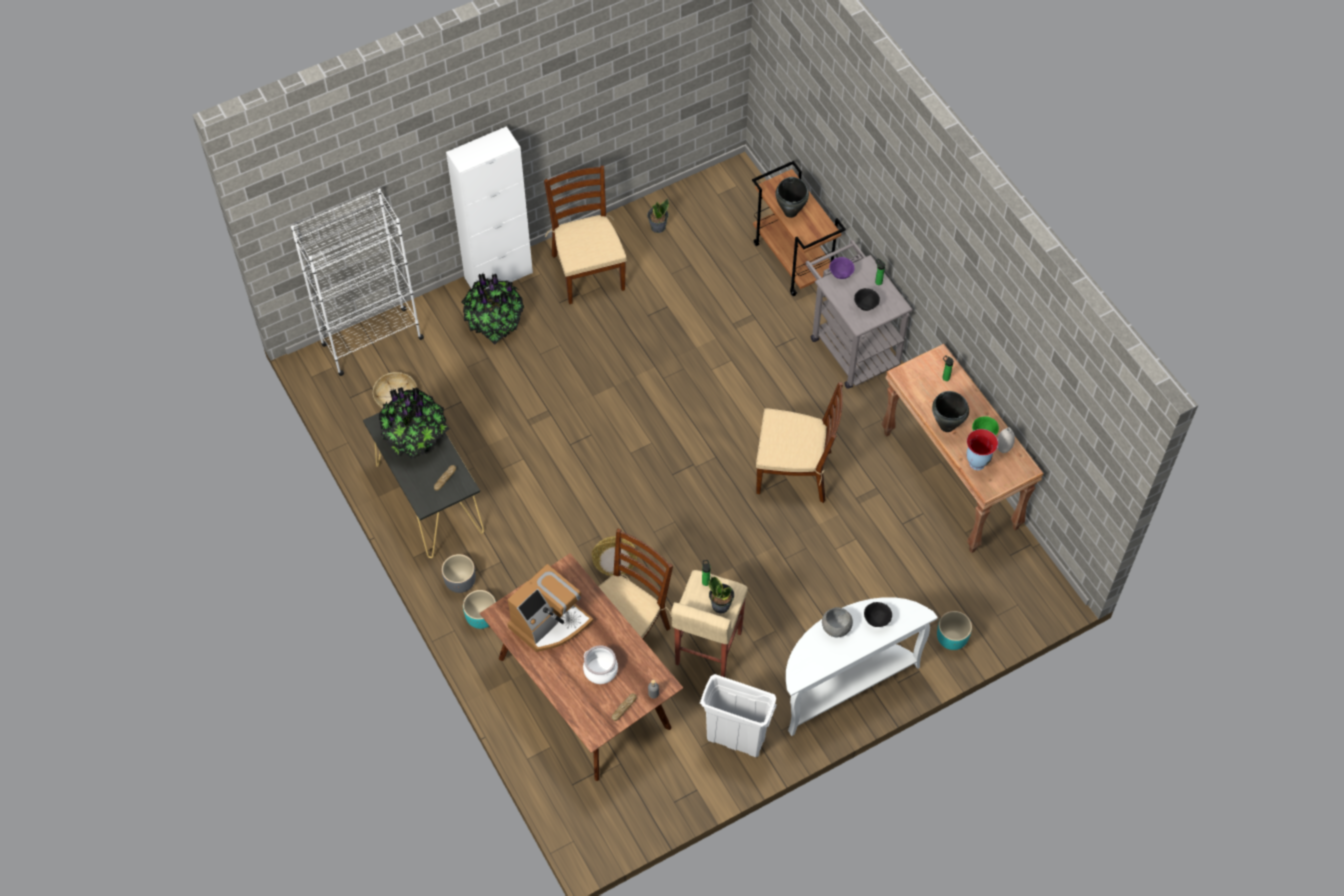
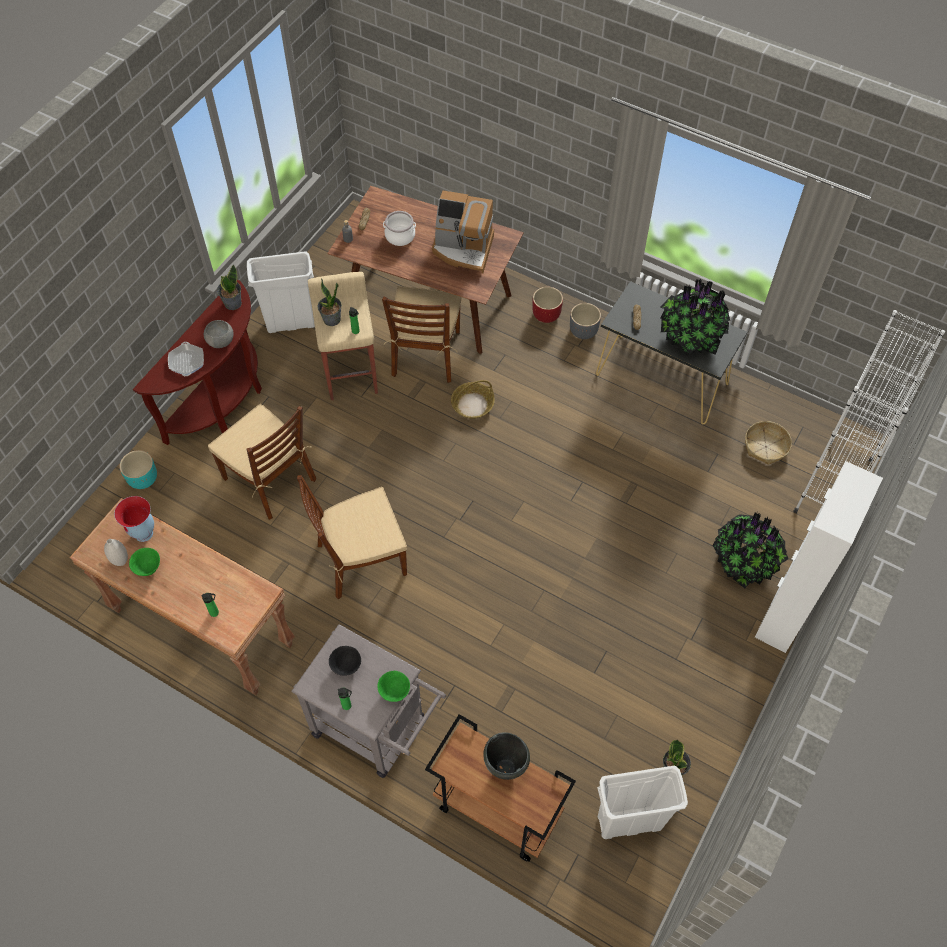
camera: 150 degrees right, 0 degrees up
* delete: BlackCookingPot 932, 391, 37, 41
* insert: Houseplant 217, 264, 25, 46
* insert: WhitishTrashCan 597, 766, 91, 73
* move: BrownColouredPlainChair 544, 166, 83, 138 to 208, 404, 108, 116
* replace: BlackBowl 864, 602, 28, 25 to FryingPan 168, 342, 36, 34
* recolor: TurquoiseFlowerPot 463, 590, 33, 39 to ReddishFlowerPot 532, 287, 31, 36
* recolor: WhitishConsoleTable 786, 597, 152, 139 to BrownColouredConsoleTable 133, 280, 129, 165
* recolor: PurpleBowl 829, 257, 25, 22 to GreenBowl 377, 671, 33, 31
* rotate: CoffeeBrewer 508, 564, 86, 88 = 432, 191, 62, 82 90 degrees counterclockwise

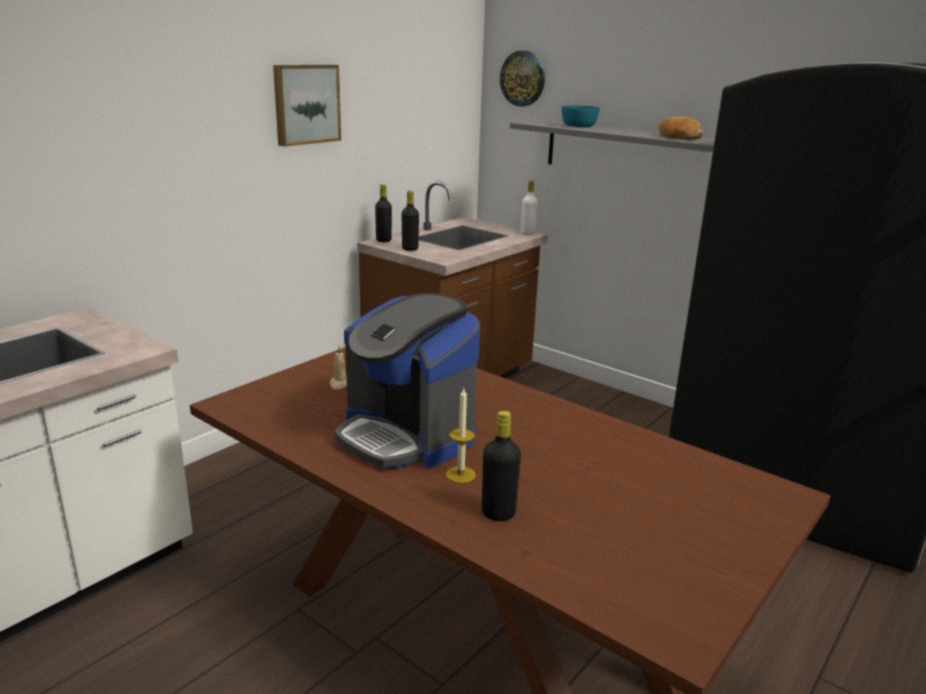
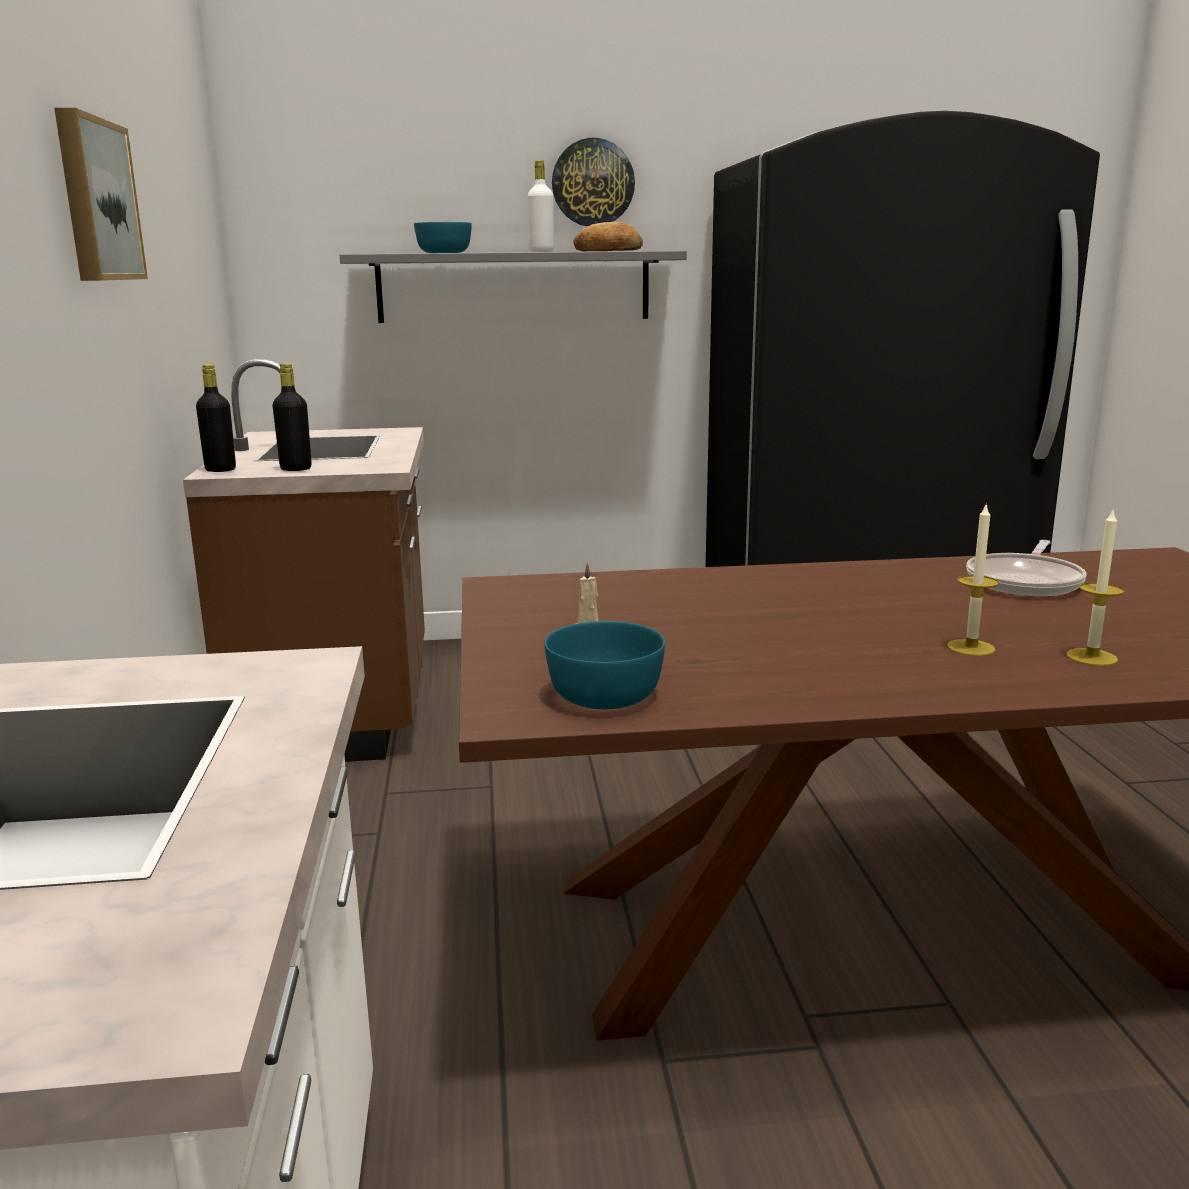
camera: 45 degrees left, 5 degrees down
* delete: CoffeeBrewer 335, 293, 145, 176
* insert: TurquoiseBowl 544, 621, 121, 88
* insert: FryingPan 966, 540, 121, 56
* move: HangingClock 500, 51, 45, 56 to 552, 138, 83, 88
* move: WhitishDrinkBottle 521, 180, 17, 55 to 527, 160, 27, 92
* replace: BlackDrinkBottle 482, 411, 39, 110 to WaxLight 1066, 508, 58, 158

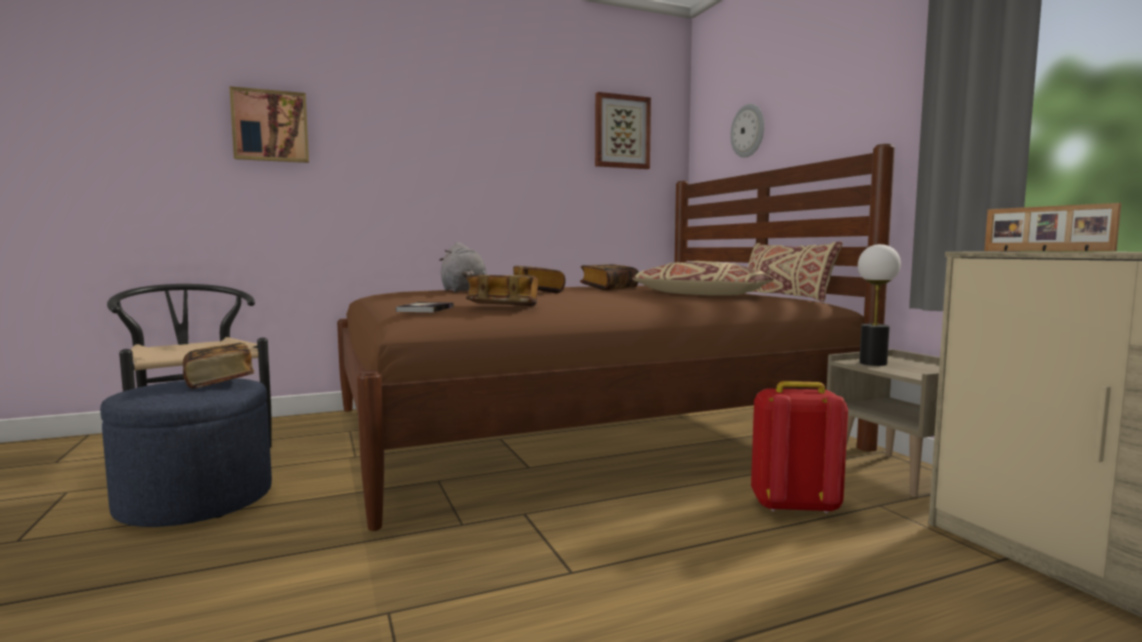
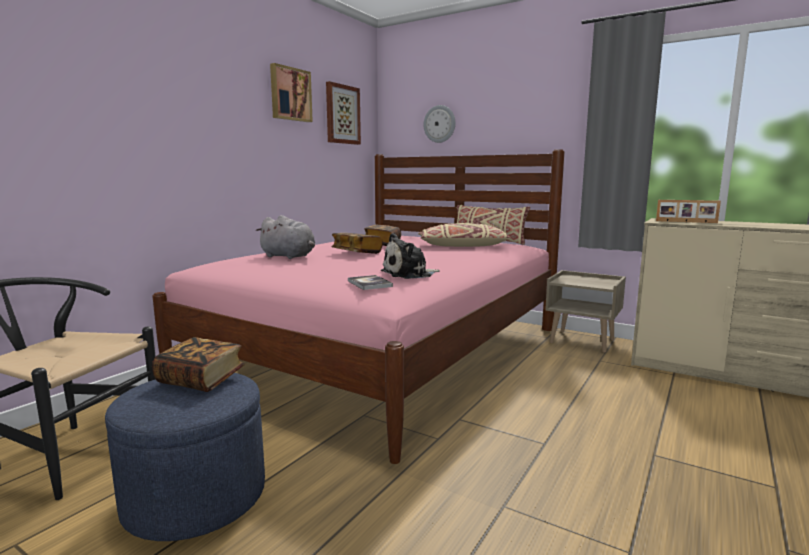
camera: 35 degrees left, 5 degrees up
* delete: ReddishRucksack 751, 381, 97, 133
* delete: TabletopLamp 858, 244, 43, 122
* move: WallArt 229, 86, 80, 77 to 270, 63, 43, 59
* replace: Book 466, 275, 72, 31 to PlushToy 381, 233, 59, 46
* recolor: BrownColouredBed 337, 144, 558, 387 to PinkColouredBed 152, 149, 413, 315

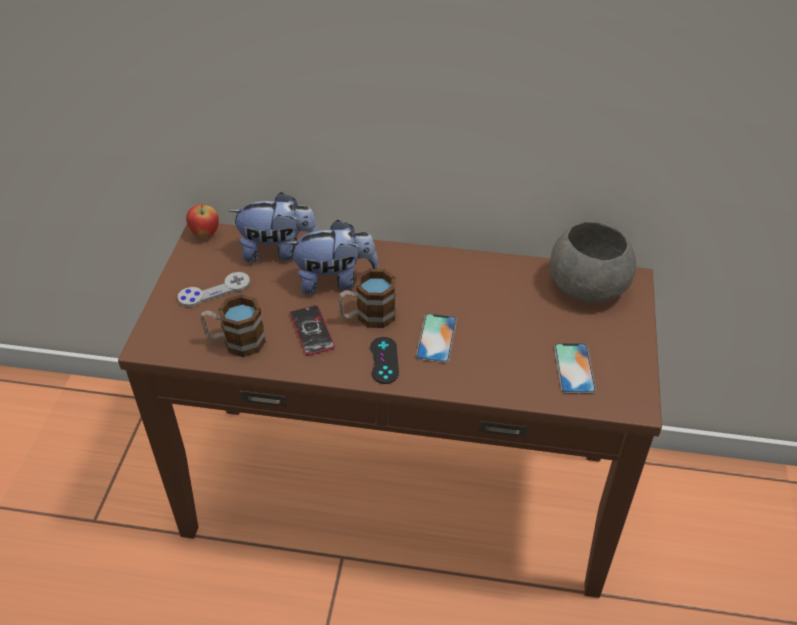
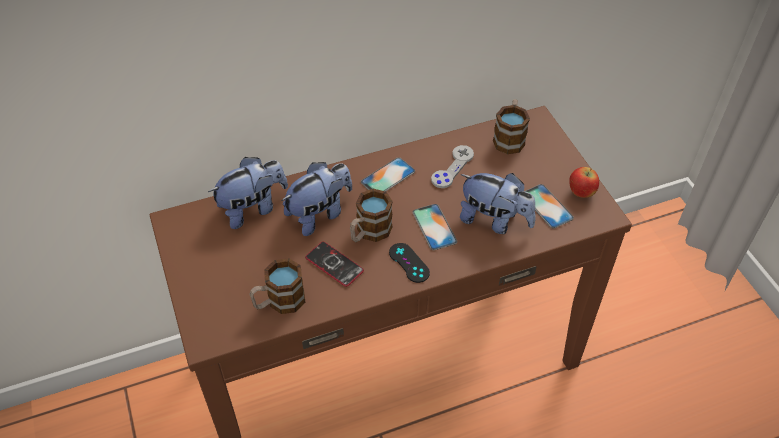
camera: 30 degrees left, 5 degrees up
* insert: Phone 361, 157, 54, 34
* insert: PlushToy 460, 173, 76, 61
* move: GreyishGamepad 177, 272, 73, 35 to 431, 145, 43, 43
* move: AppleFruit 186, 204, 33, 34 to 569, 167, 30, 31
* replace: GreyishBowl 550, 221, 86, 82 to Mug 493, 99, 37, 55

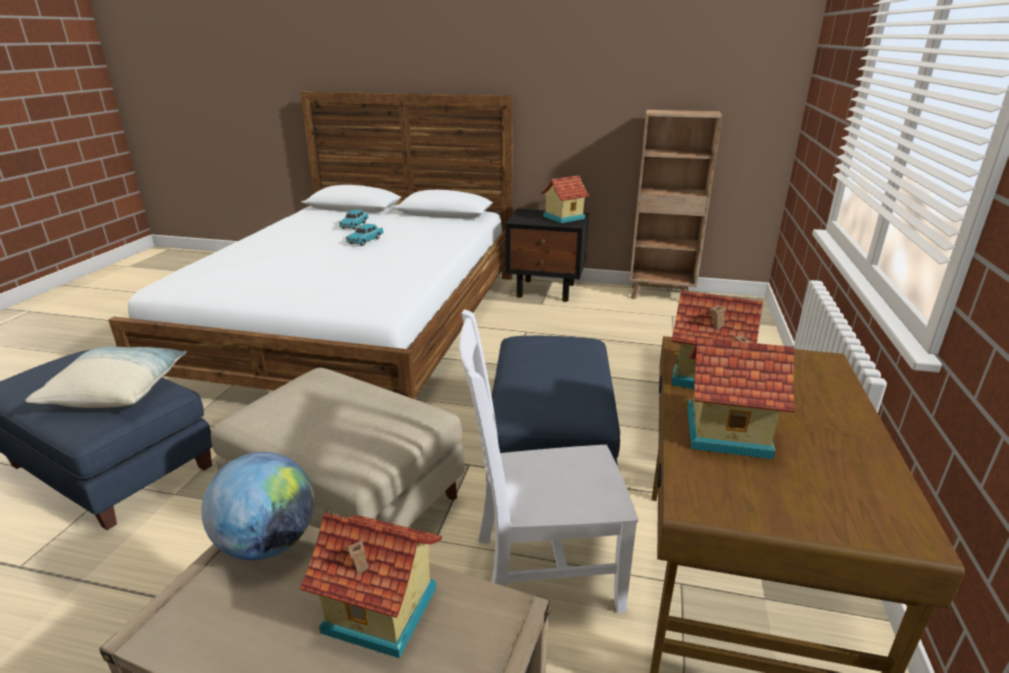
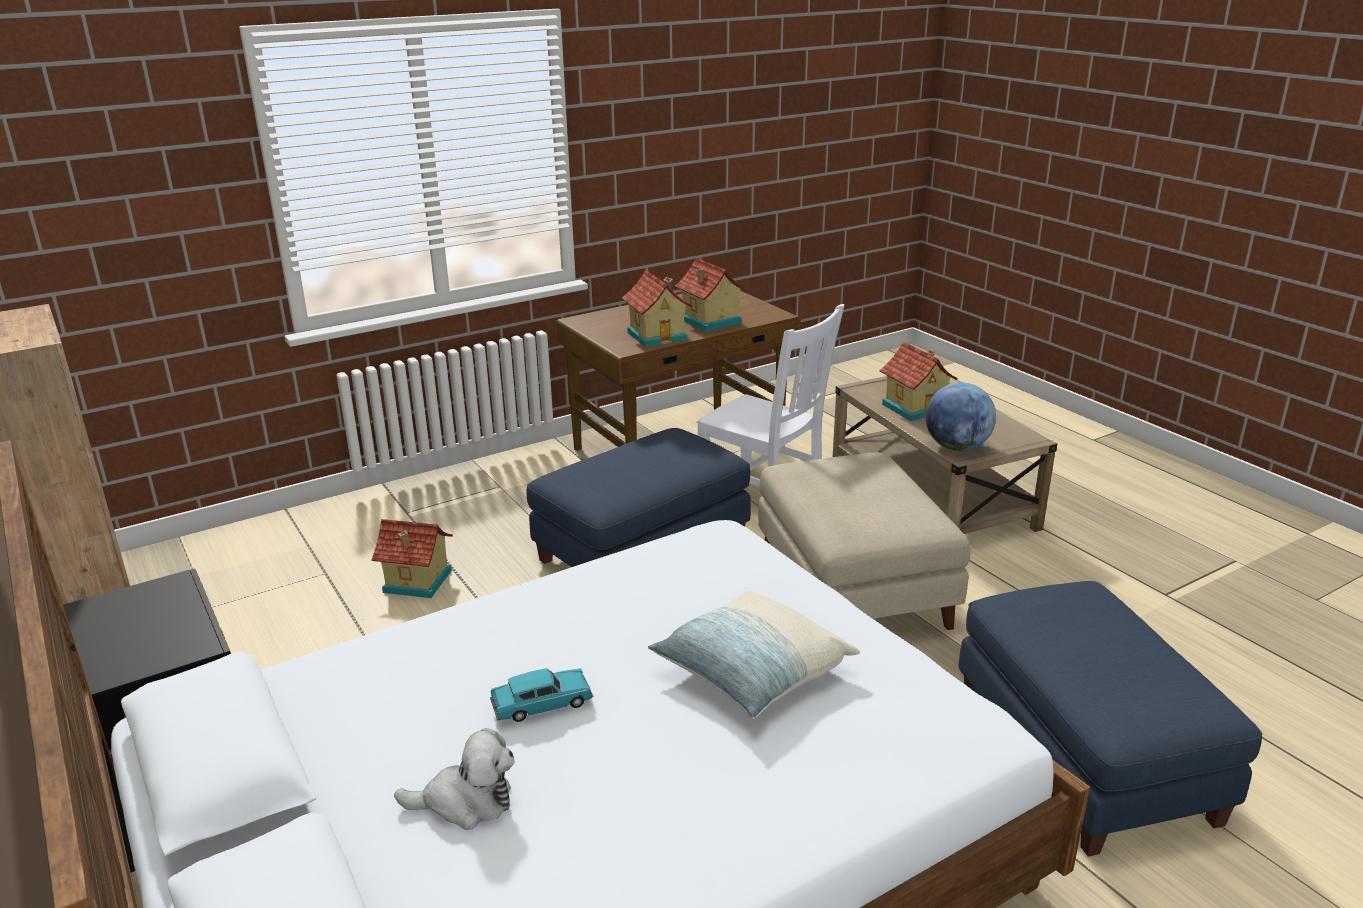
camera: 135 degrees left, 0 degrees up
* move: Cushion 25, 346, 162, 62 to 648, 591, 212, 128
* move: ModelHouse 541, 175, 49, 48 to 372, 519, 81, 79
* replace: TurquoiseToyCar 339, 210, 30, 20 to PlushToy 394, 728, 120, 102

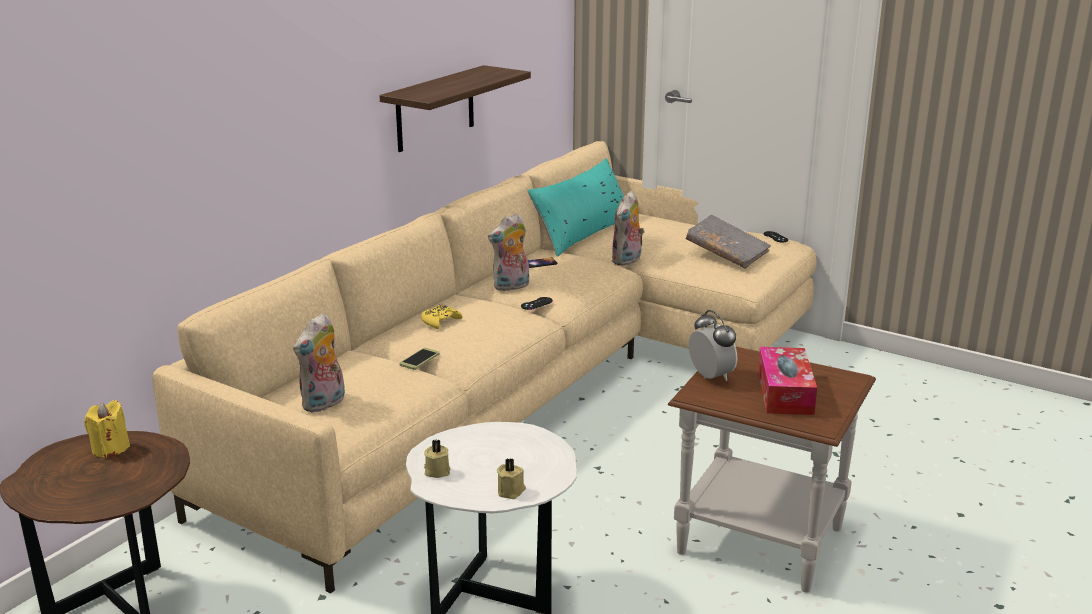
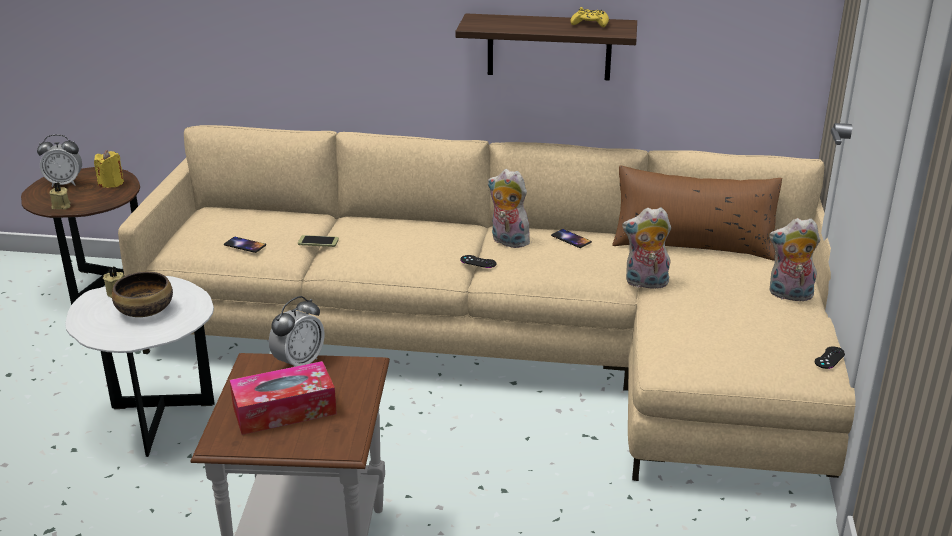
camera: 65 degrees right, 5 degrees up
* delete: GreyishBook 686, 215, 85, 54
* insert: TableClock 37, 134, 45, 53
* insert: Bowl 112, 271, 61, 46
* insert: Phone 224, 237, 42, 16
* move: PlushToy 293, 313, 52, 100 to 769, 218, 51, 83
* move: YellowishGamepad 421, 305, 42, 24 to 570, 7, 39, 20
* move: BeigeColouredWaxLight 497, 458, 29, 41 to 50, 182, 20, 28
* recolor: TurquoiseCushion 528, 158, 96, 98 to BrownColouredCushion 612, 166, 170, 95

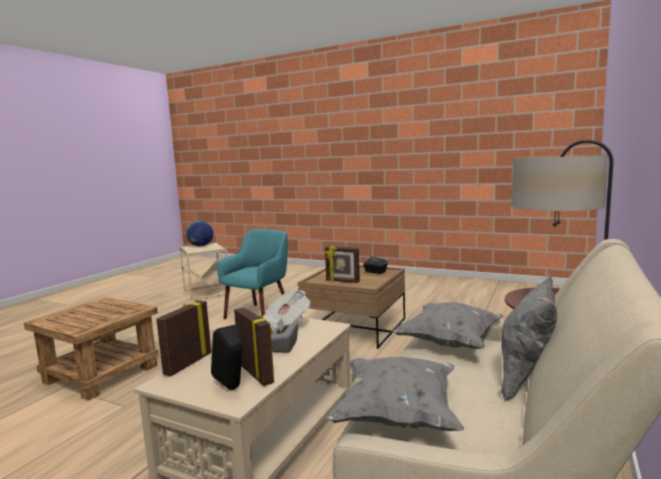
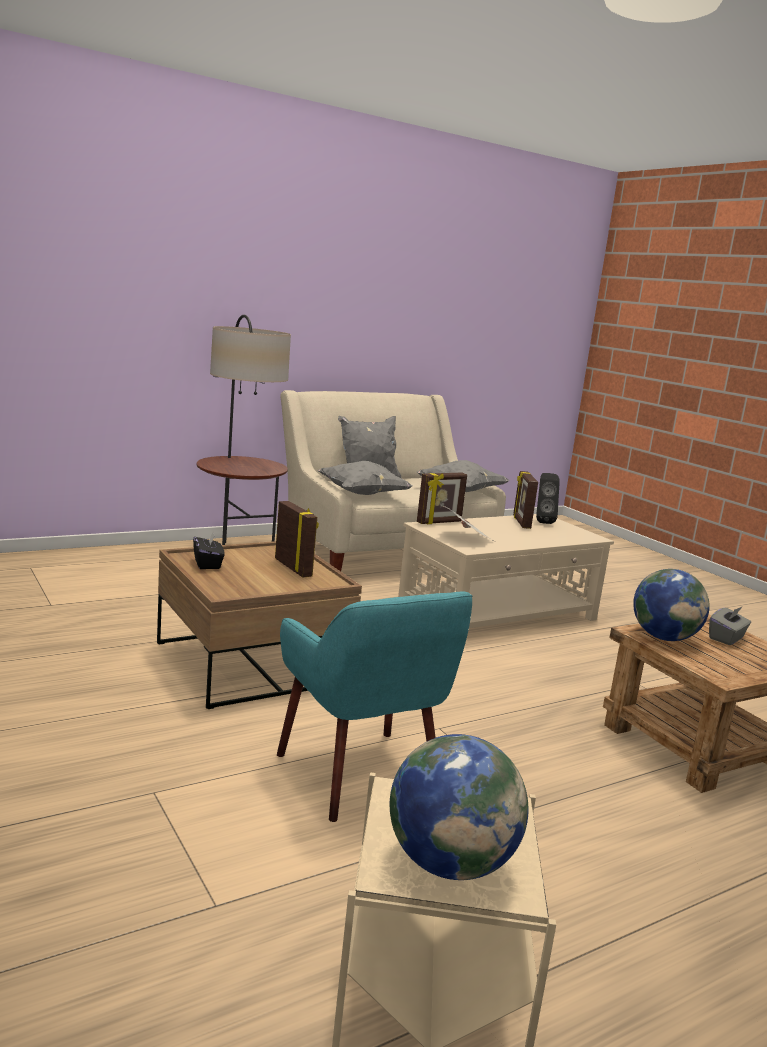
camera: 150 degrees left, 5 degrees up
* insert: DeskGlobe 633, 569, 77, 72
* move: StandingFrame 156, 300, 55, 77 to 417, 473, 50, 51
* move: GreyishBoxOfTissues 271, 318, 27, 35 to 709, 606, 42, 39
* rotate: TurquoiseLoungeChair 217, 229, 71, 90 = 277, 592, 196, 230 90 degrees counterclockwise

